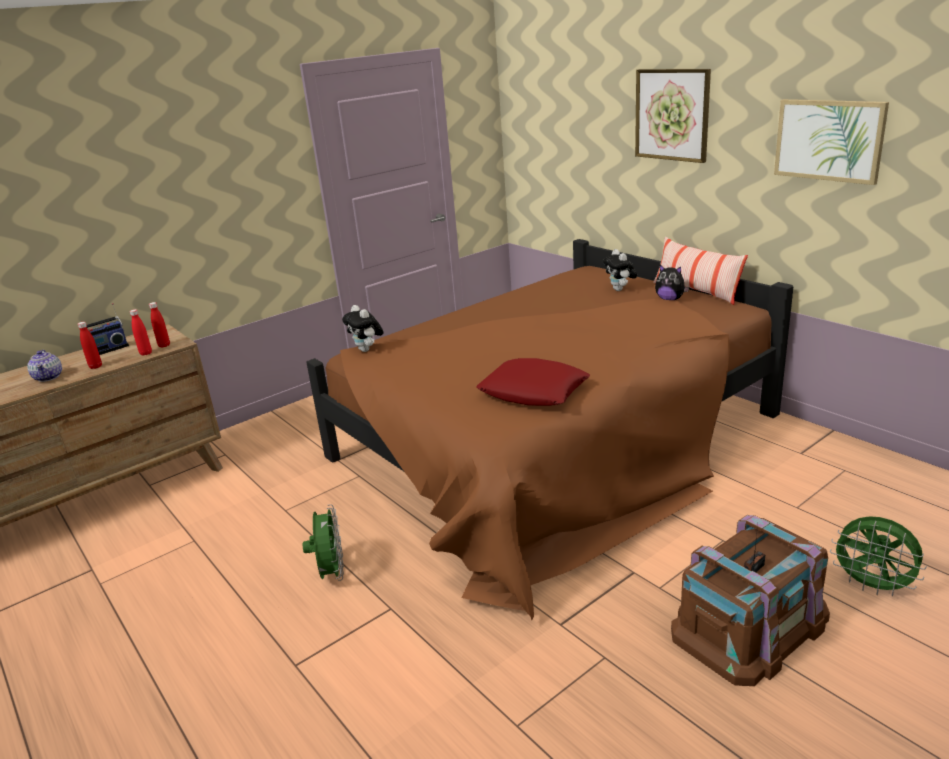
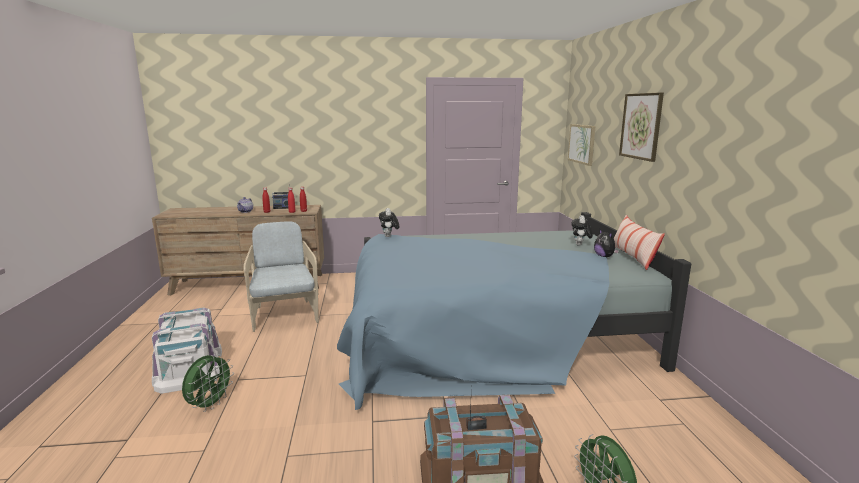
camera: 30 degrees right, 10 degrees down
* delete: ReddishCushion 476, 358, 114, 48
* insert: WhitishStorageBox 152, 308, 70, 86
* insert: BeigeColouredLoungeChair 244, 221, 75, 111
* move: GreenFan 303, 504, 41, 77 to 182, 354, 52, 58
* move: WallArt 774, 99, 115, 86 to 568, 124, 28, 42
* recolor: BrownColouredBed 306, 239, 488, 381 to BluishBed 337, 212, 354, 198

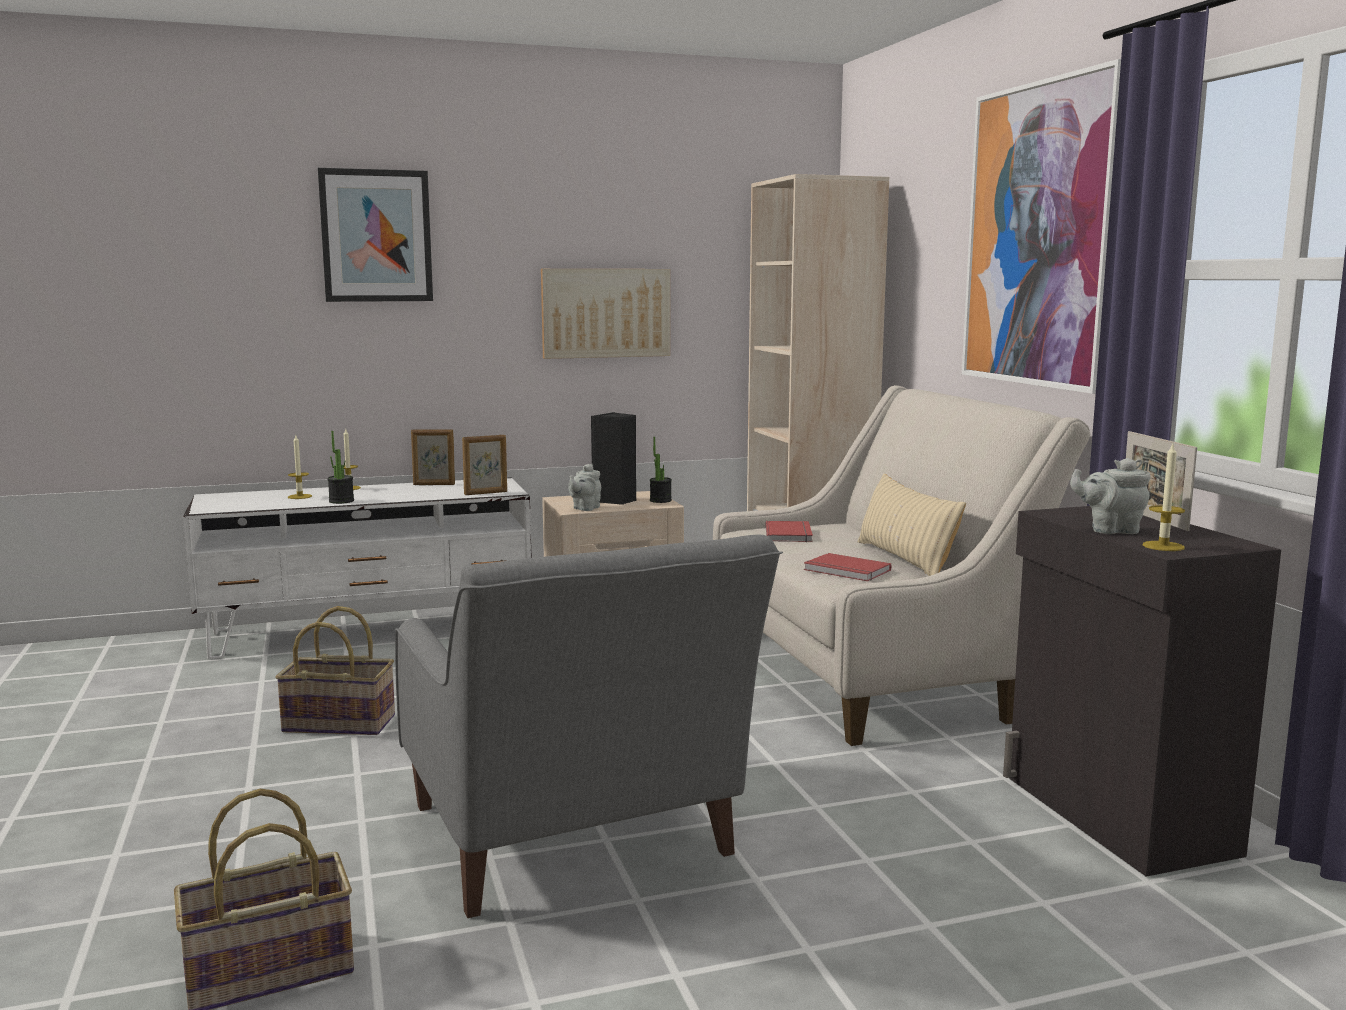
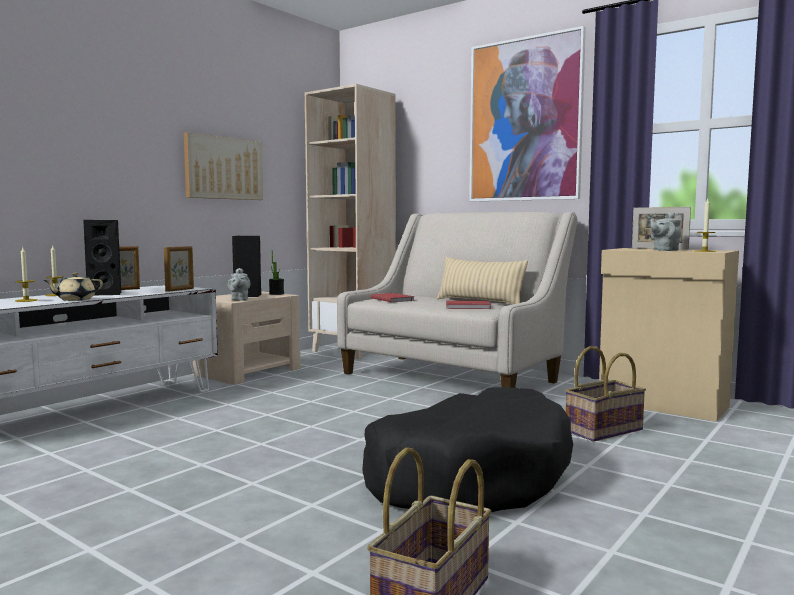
camera: 35 degrees left, 5 degrees down
* delete: WallArt 318, 168, 115, 134
* insert: BlackSpeaker 83, 220, 38, 75
* move: HouseholdBasket 275, 606, 120, 129 to 565, 346, 81, 96
* replace: Houseplant 328, 431, 26, 73 to BeigeColouredPotForTea 43, 273, 60, 28
* replace: GreyishLoungeChair 395, 535, 388, 383 to BlackDogBed 362, 387, 211, 125
* recolor: BlackCupboard 1003, 506, 278, 371 to BeigeColouredCupboard 599, 248, 140, 174

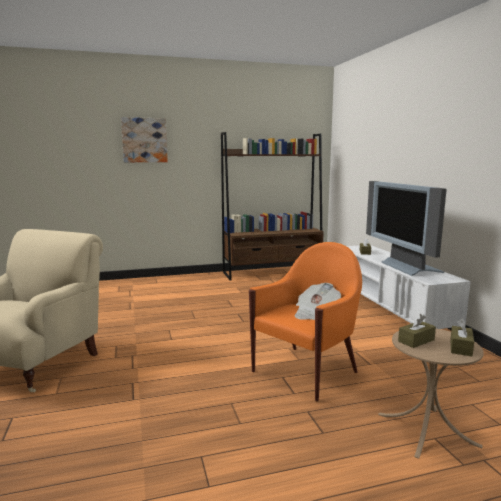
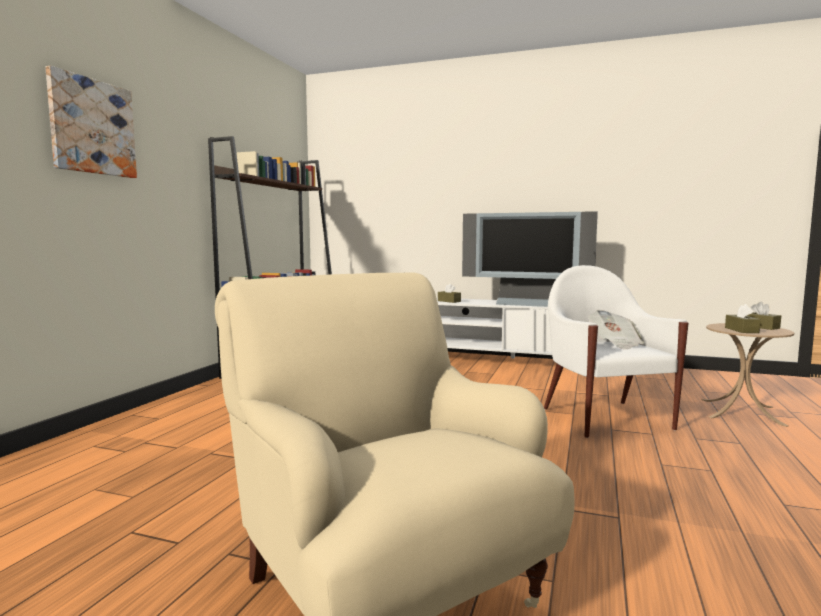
camera: 55 degrees left, 5 degrees down
* recolor: OrangeyLoungeChair 249, 242, 113, 159 to WhitishLoungeChair 544, 265, 145, 173

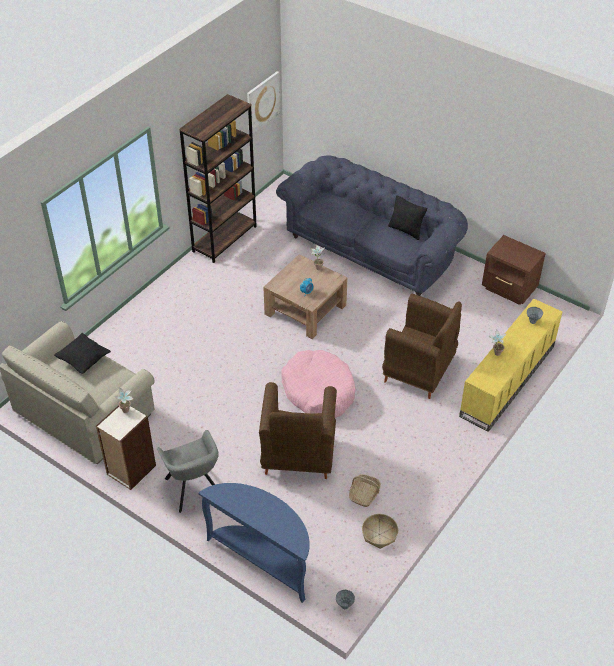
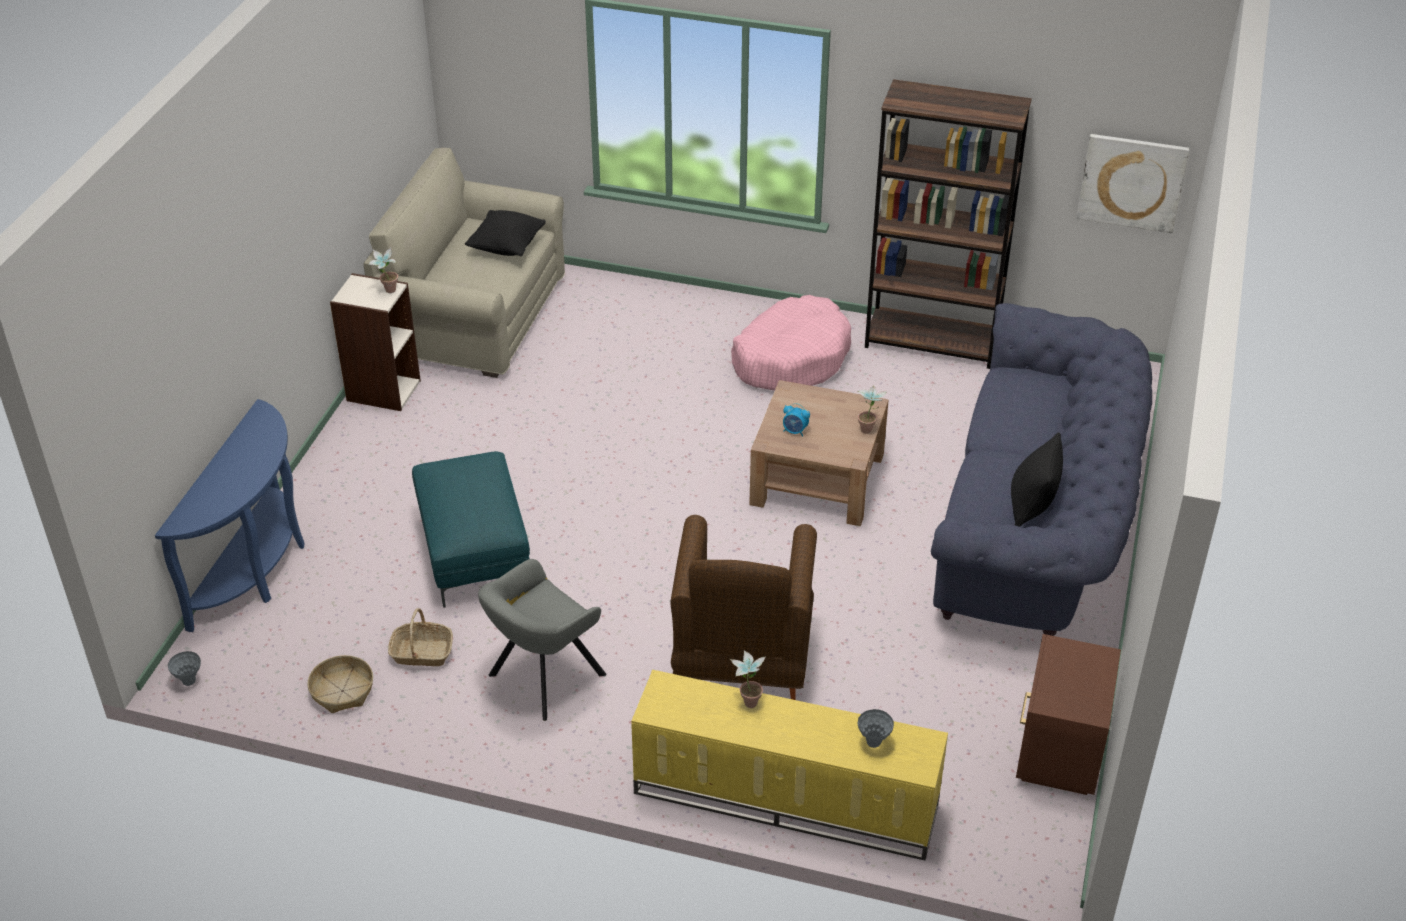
camera: 70 degrees right, 5 degrees down
* move: GreyishLoungeChair 157, 430, 62, 83 to 478, 559, 128, 162
* move: PinkColouredDogBed 281, 350, 75, 68 to 731, 295, 120, 96
* replace: BrownColouredLoungeChair 259, 382, 78, 97 to TurquoisePouffe 412, 451, 118, 157

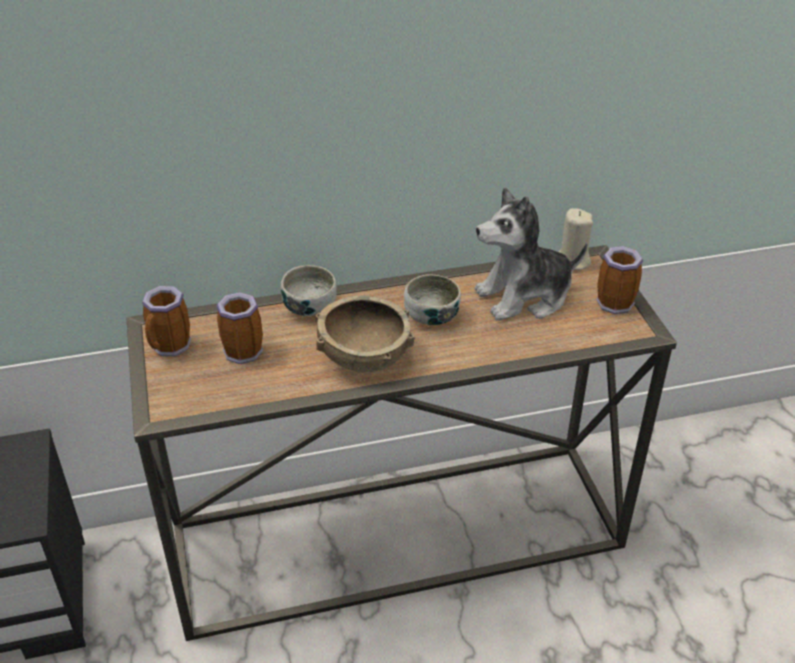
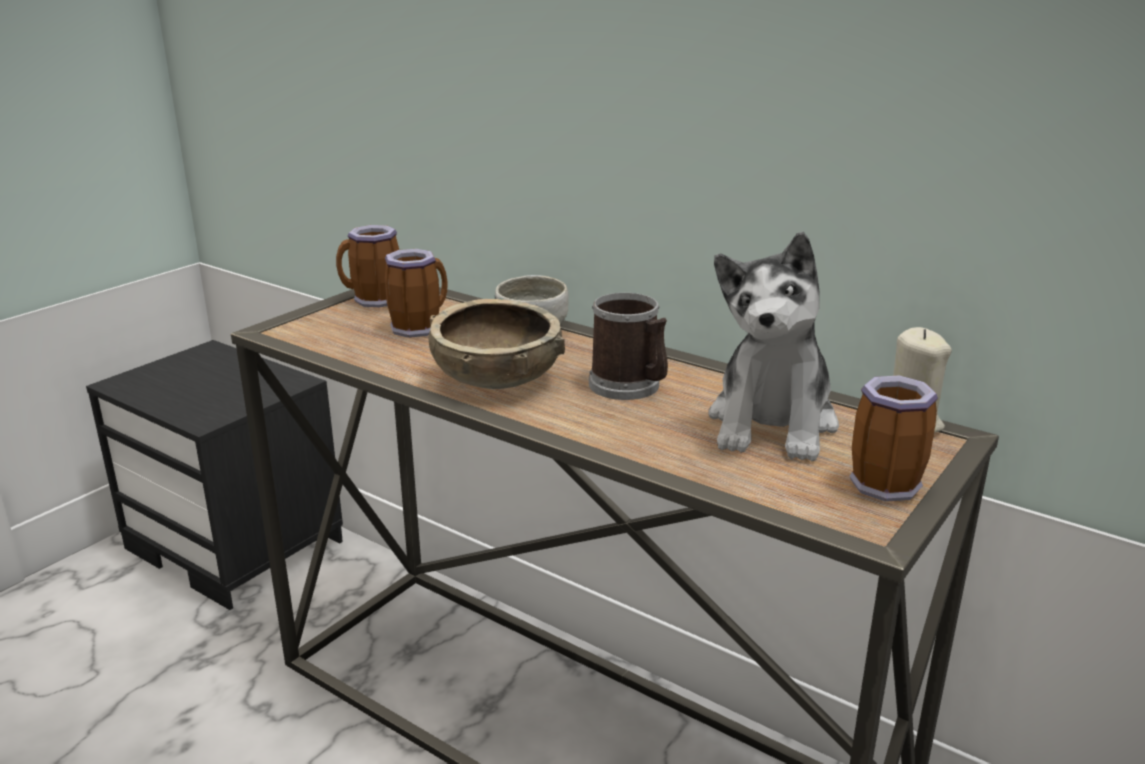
camera: 50 degrees right, 15 degrees down
* replace: Bowl 404, 274, 57, 51 to Mug 589, 293, 79, 107
* rotate: PlushToy 474, 187, 114, 134 = 708, 232, 131, 229 105 degrees counterclockwise

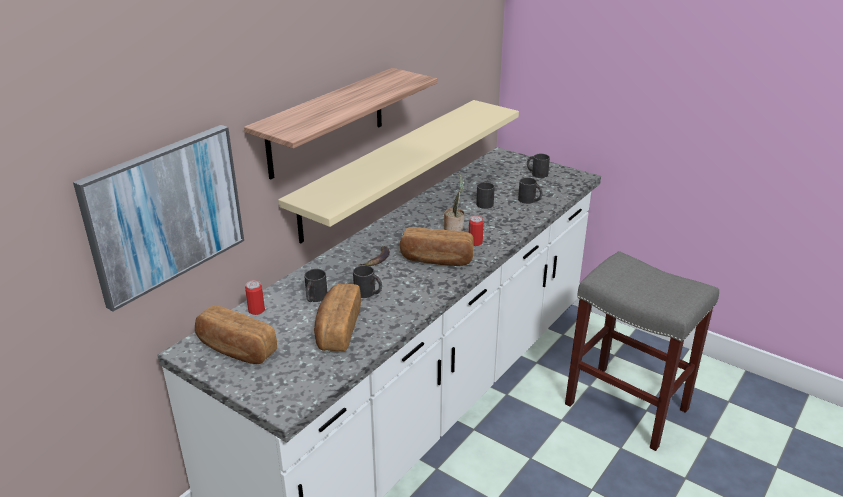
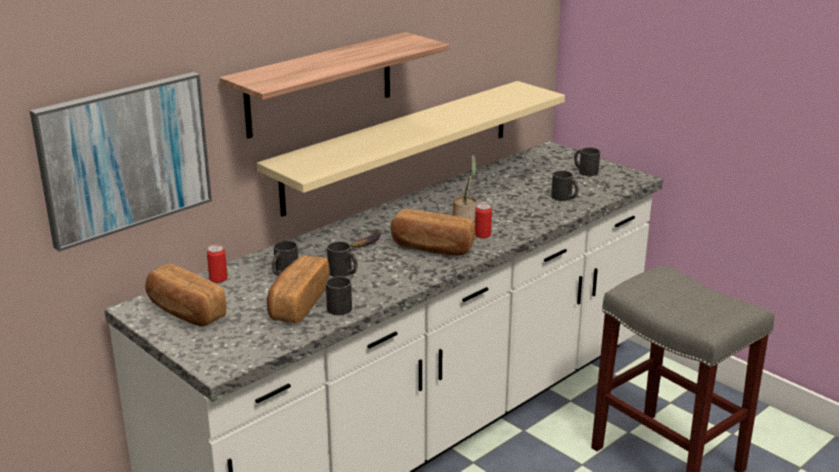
camera: 10 degrees right, 5 degrees down
* move: BlackMug 476, 182, 19, 27 to 326, 276, 26, 39

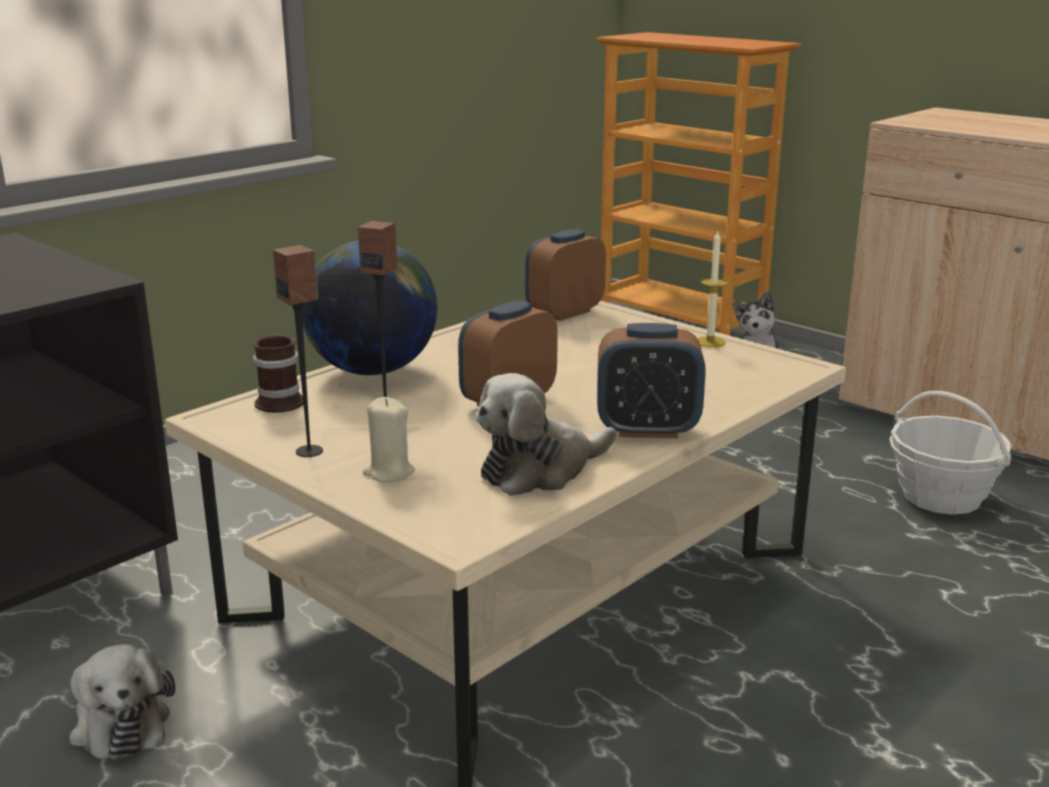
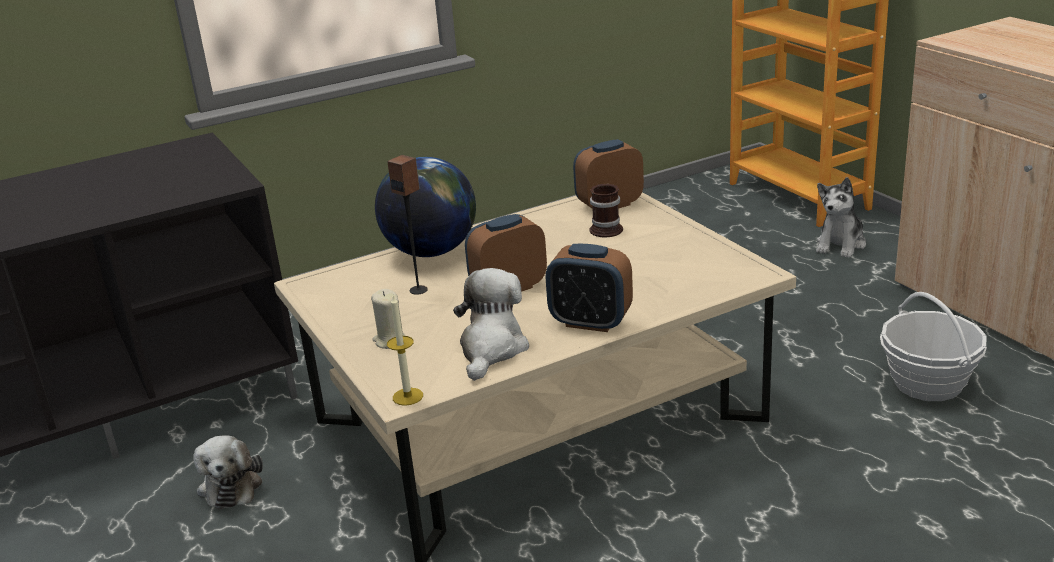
camera: 20 degrees right, 5 degrees up
* delete: Speaker 273, 245, 50, 212
* move: Mug 253, 335, 50, 78 to 589, 184, 34, 53
* move: WaxLight 697, 231, 31, 116 to 387, 295, 36, 111
* rotate: PlushToy 476, 373, 140, 123 = 453, 268, 76, 113 120 degrees clockwise

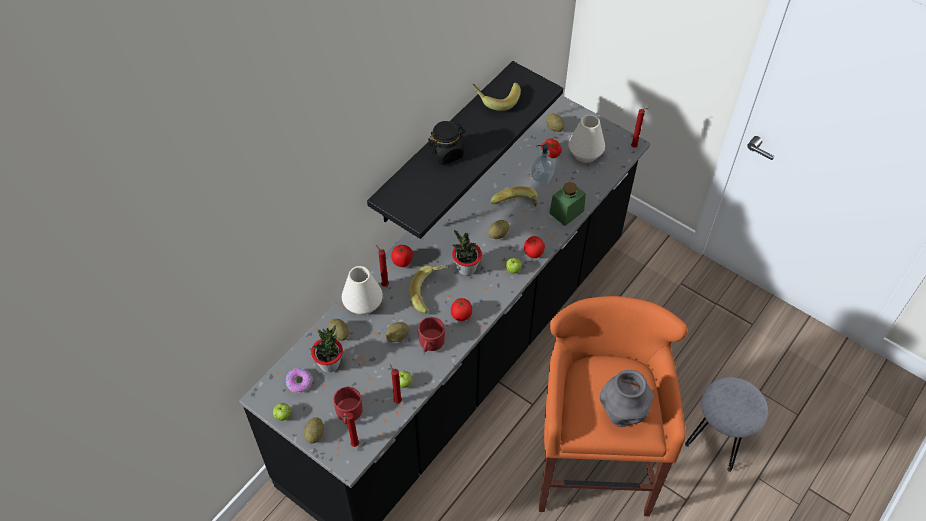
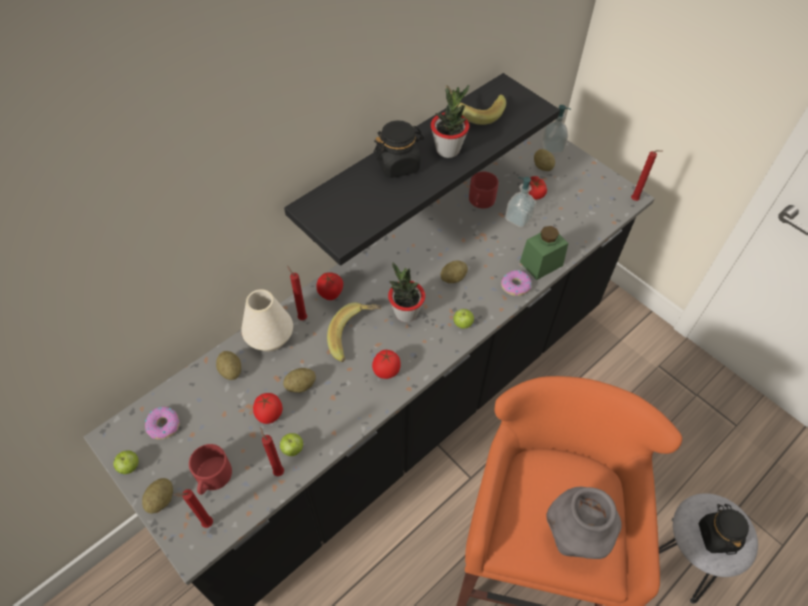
camera: 10 degrees right, 0 degrees up
* delete: WholeBanana 490, 186, 48, 21
* delete: WhitishFlowerVase 568, 115, 37, 48
* insert: Doughnut 501, 270, 30, 26
* insert: SoapBottle 542, 105, 29, 48
* insert: BlackJar 699, 504, 50, 51
* move: Houseplant 311, 325, 32, 48 to 431, 85, 38, 73
* move: ReddishMug 418, 317, 27, 35 to 469, 172, 30, 36
* move: WholeTomato 524, 236, 21, 22 to 253, 393, 30, 31

